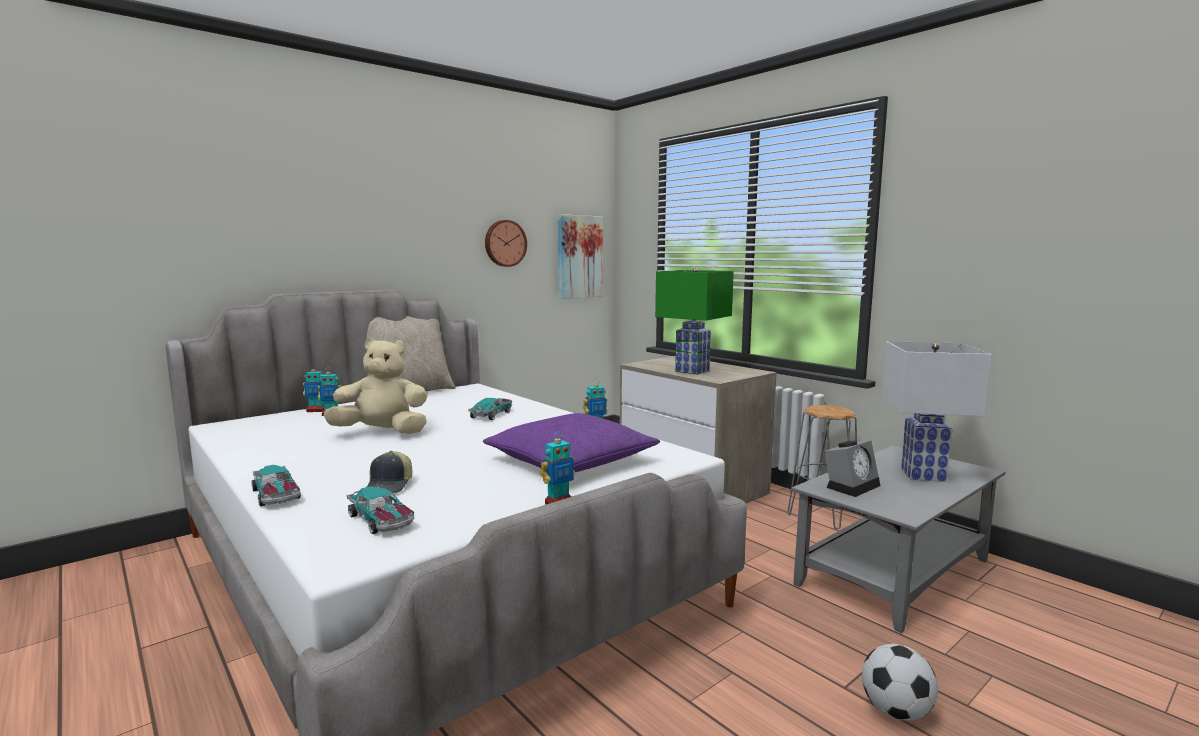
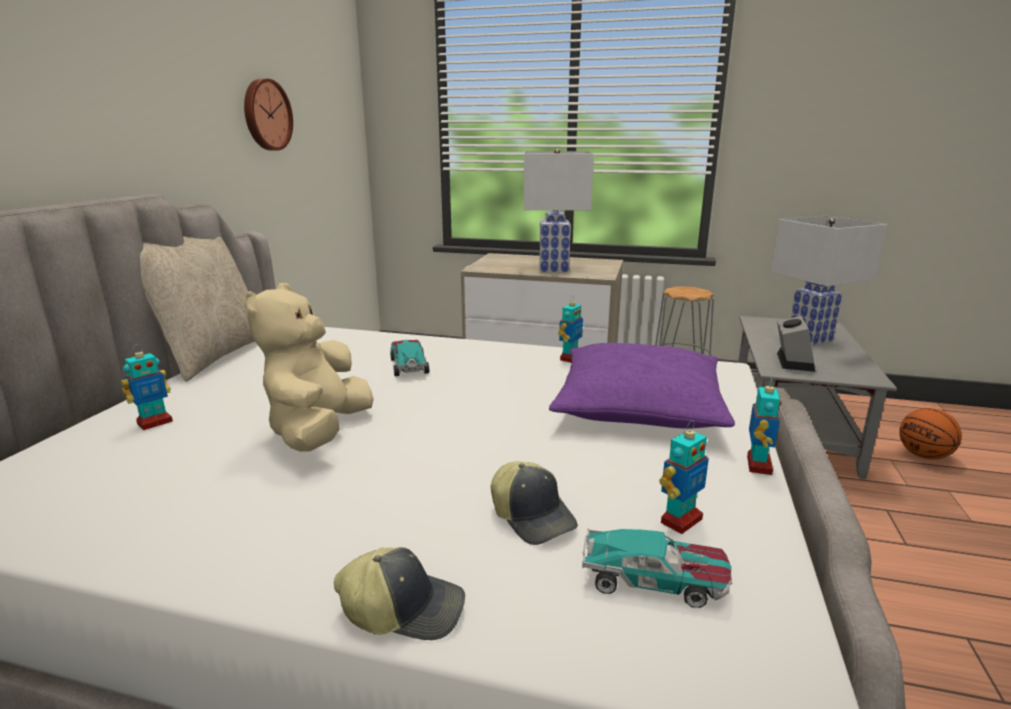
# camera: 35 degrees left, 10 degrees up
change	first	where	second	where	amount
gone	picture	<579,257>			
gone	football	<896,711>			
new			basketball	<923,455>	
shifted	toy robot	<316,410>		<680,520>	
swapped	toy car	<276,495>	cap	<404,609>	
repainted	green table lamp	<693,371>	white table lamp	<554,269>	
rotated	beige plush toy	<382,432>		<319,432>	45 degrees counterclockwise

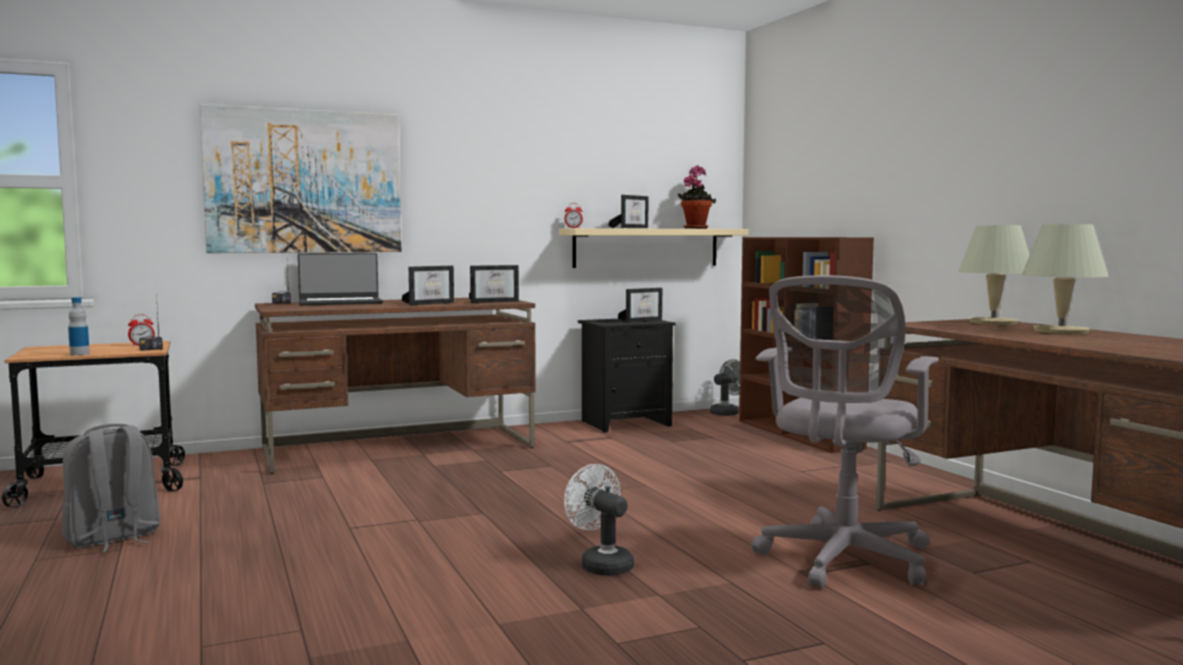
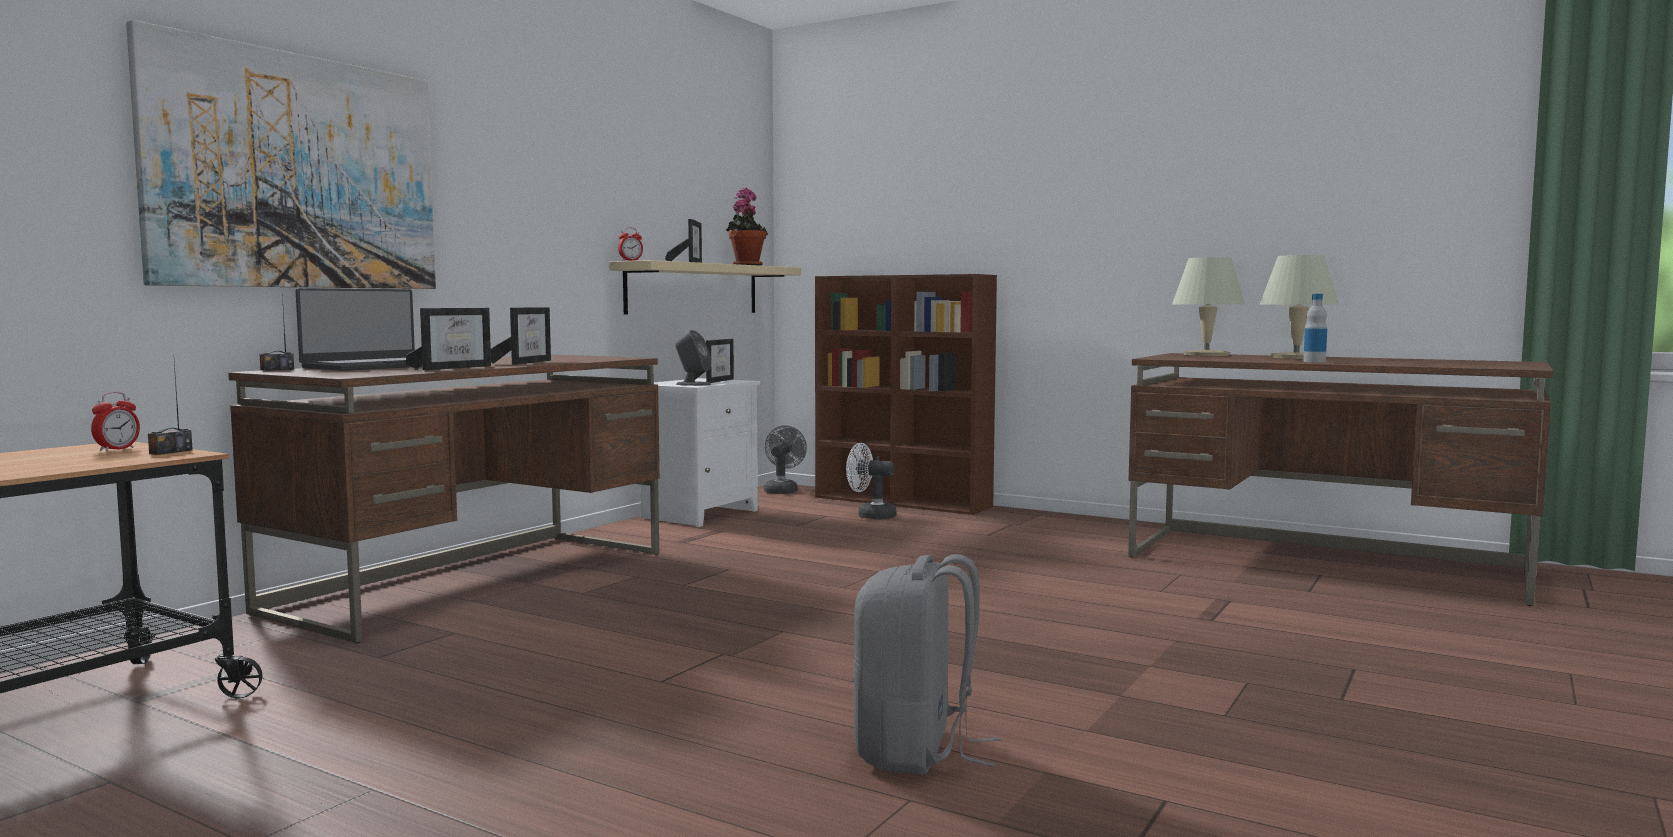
# camera: 35 degrees left, 0 degrees up
change	first	where	second	where	amount
gone	grey office chair	<842,561>			
new			grey speaker	<693,384>	
shifted	grey backpack	<112,539>		<917,752>	
shifted	bottle	<79,354>		<1314,361>	
shifted	picture frame	<494,302>		<453,368>	
shifted	white fan	<601,564>		<870,516>	
repainted	black nightstand	<626,423>	white nightstand	<699,514>	

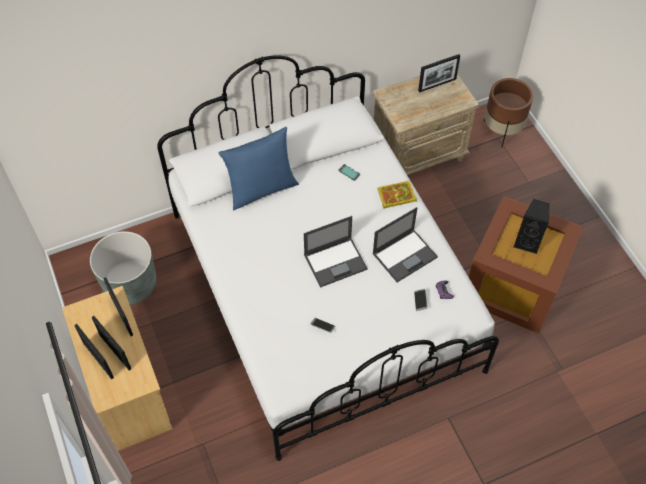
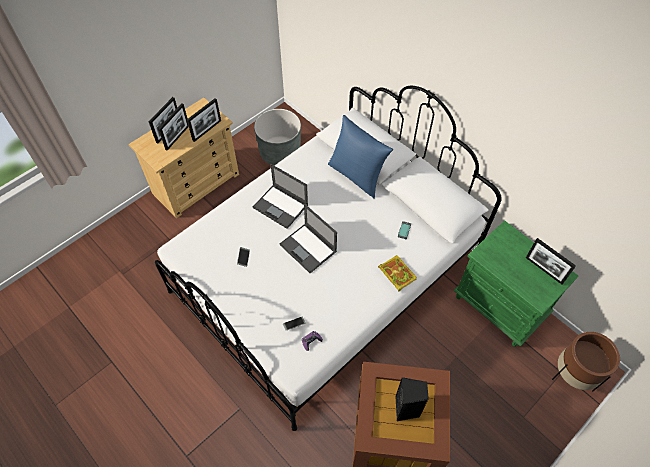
# camera: 70 degrees right, 0 degrees up
change	first	where	second	where	amount
shifted	laptop	<405,255>		<281,206>	
repainted	beige nightstand	<418,154>	green nightstand	<500,307>	

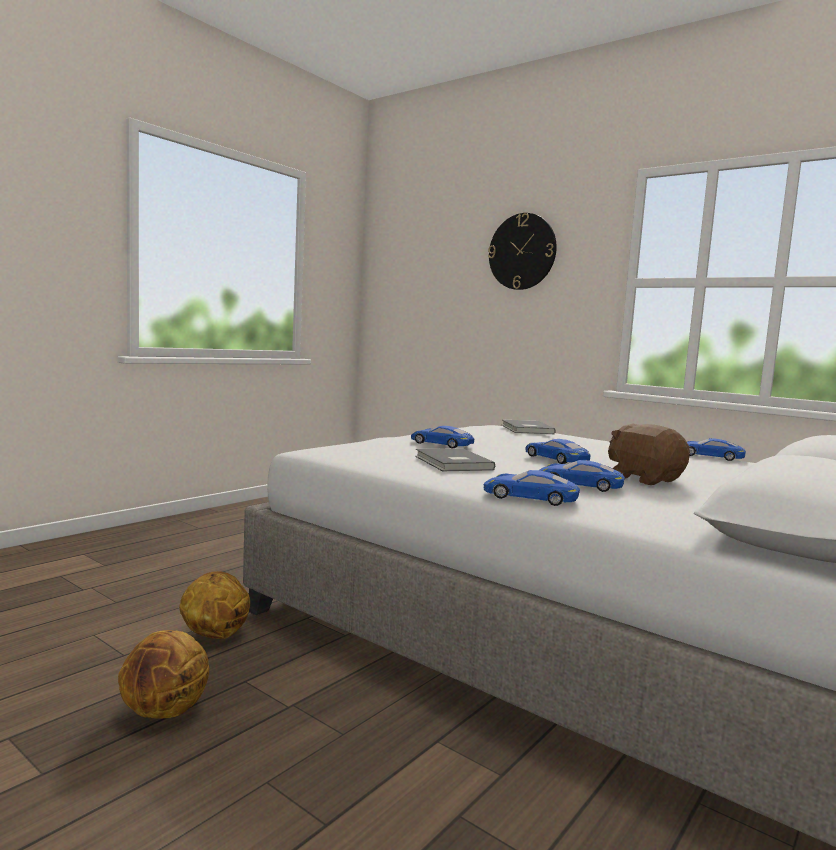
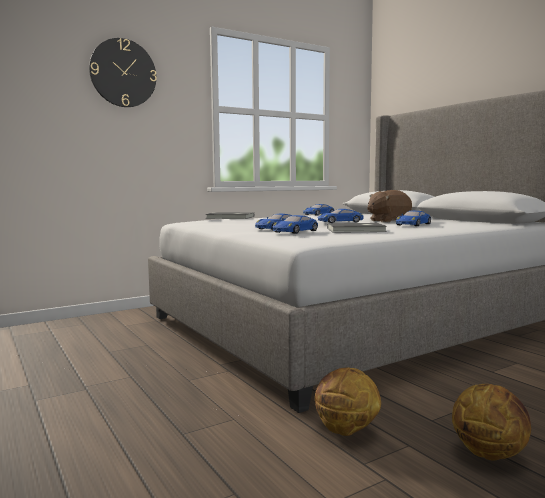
# camera: 70 degrees left, 0 degrees up
change	first	where	second	where	amount
shifted	blue toy car	<530,497>		<295,231>	

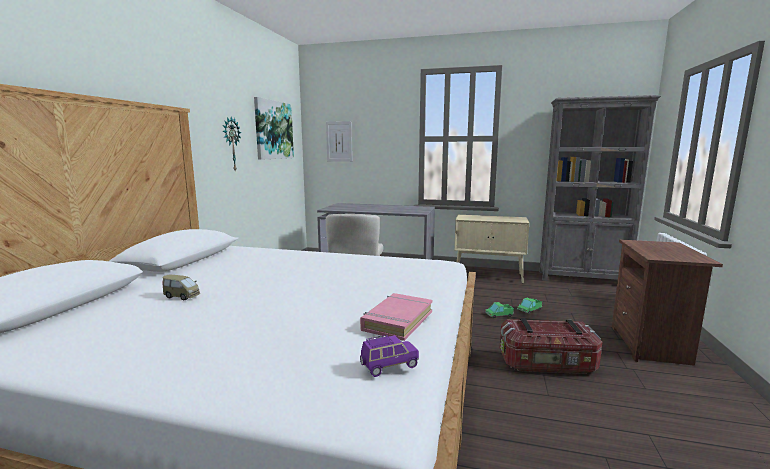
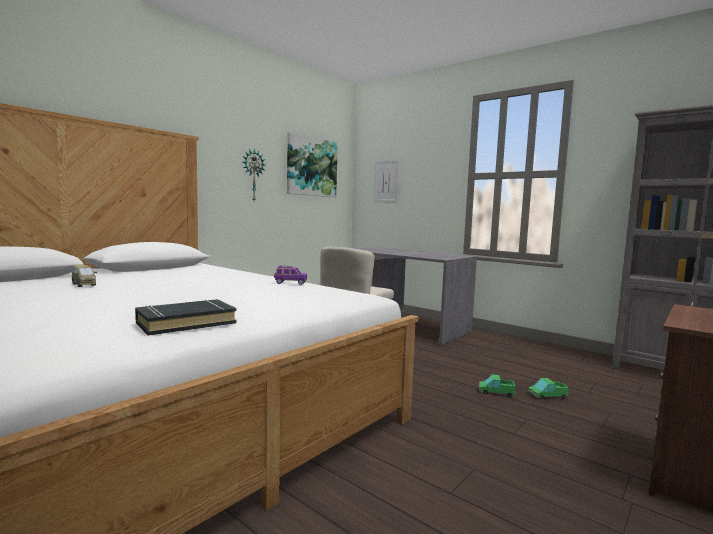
# camera: 25 degrees right, 5 degrees down
change	first	where	second	where	amount
gone	beige cabinet	<489,276>			
gone	storage box	<547,364>			
shifted	purple toy car	<388,366>		<290,283>	
repainted	pink book	<397,321>	black book	<186,323>	

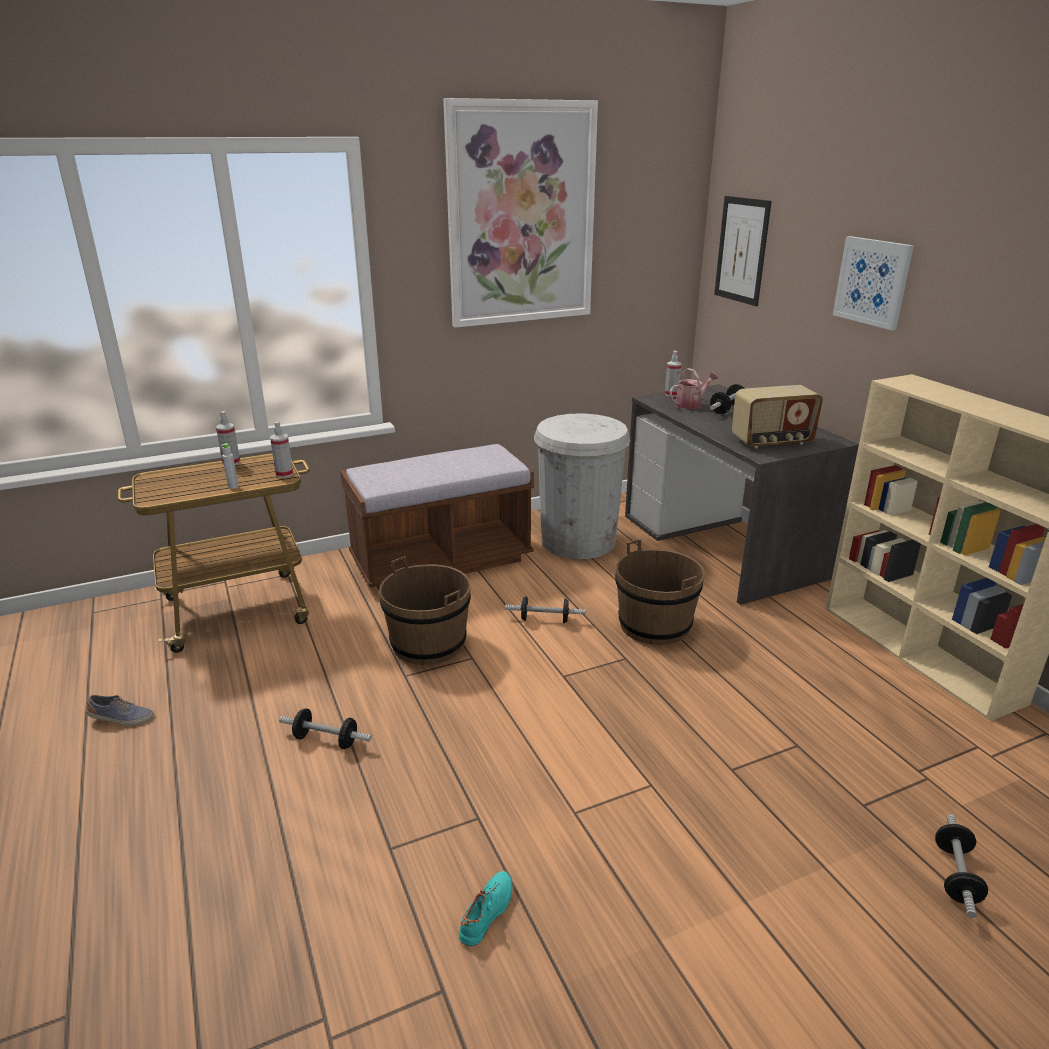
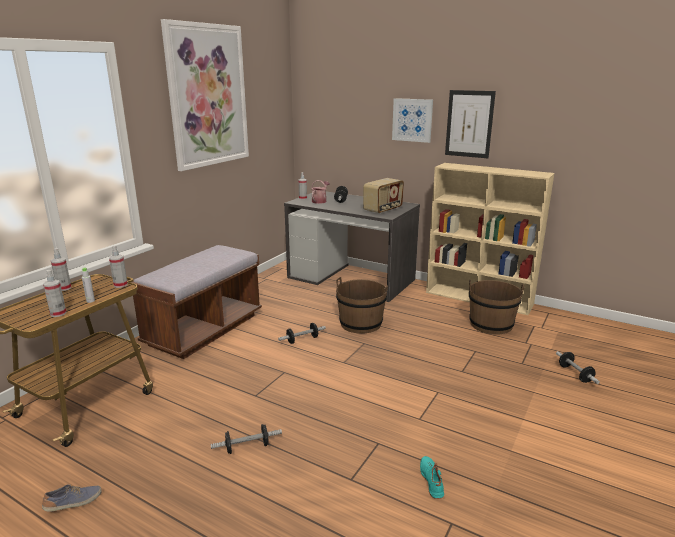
# camera: 35 degrees left, 5 degrees down
change	first	where	second	where	amount
gone	white trash can	<578,541>			
new			spray bottle	<58,313>	
shifted	brown bucket	<428,643>		<491,324>	
shifted	picture	<742,250>		<469,124>	

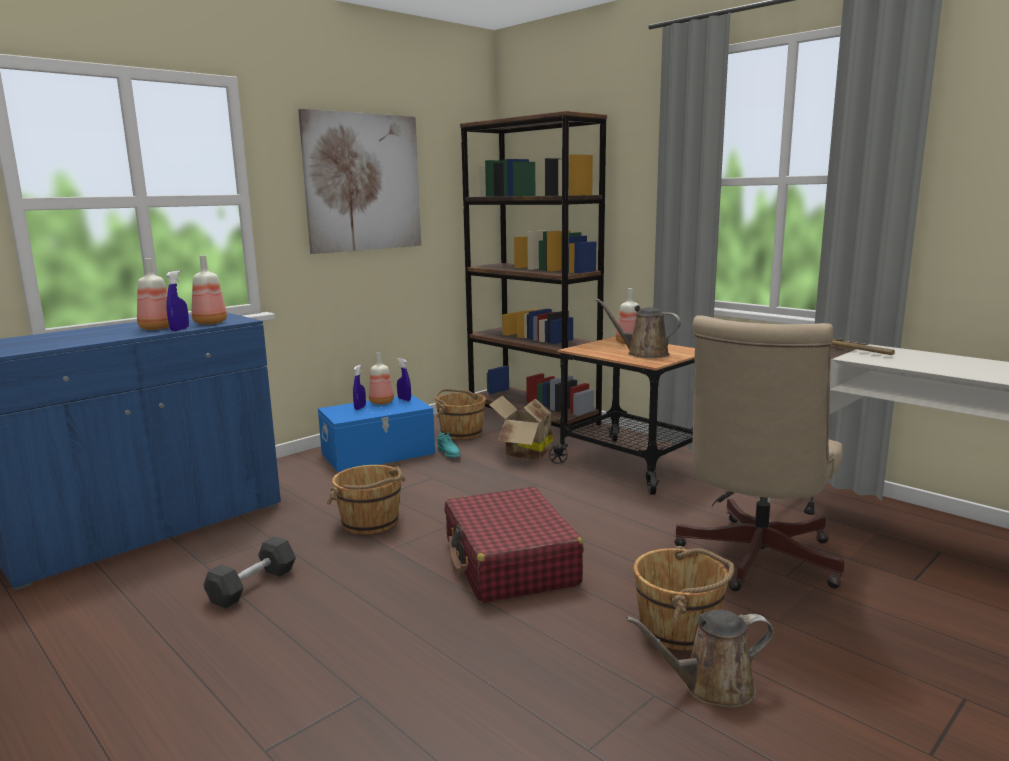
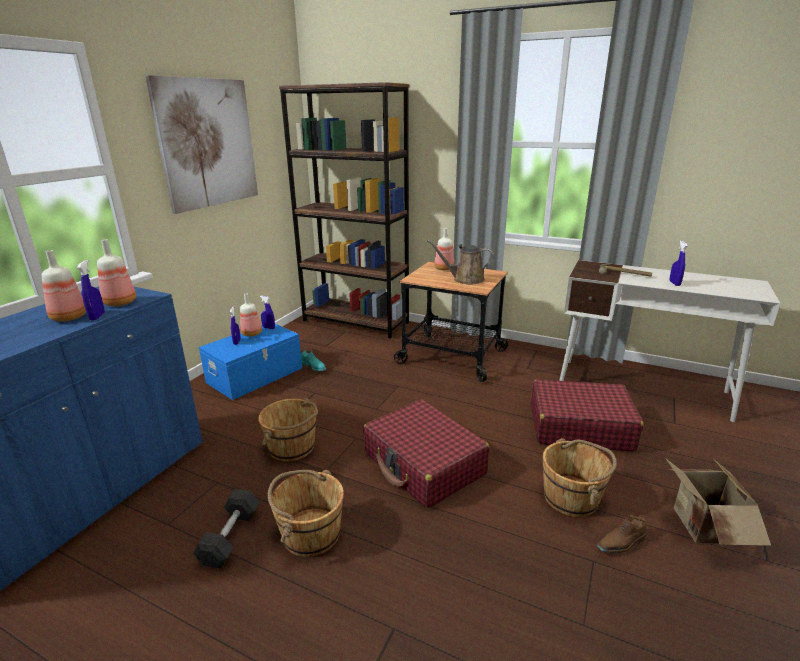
# camera: 20 degrees left, 10 degrees up
change	first	where	second	where	amount
new			blue spray bottle	<674,283>	
shifted	brown bucket	<461,433>		<310,533>	
shifted	cardboard box	<524,453>		<702,528>	
swapped	brown watering can	<711,687>	brown shoe	<621,543>	
swapped	beige office chair	<754,560>	red suitcase	<579,427>	

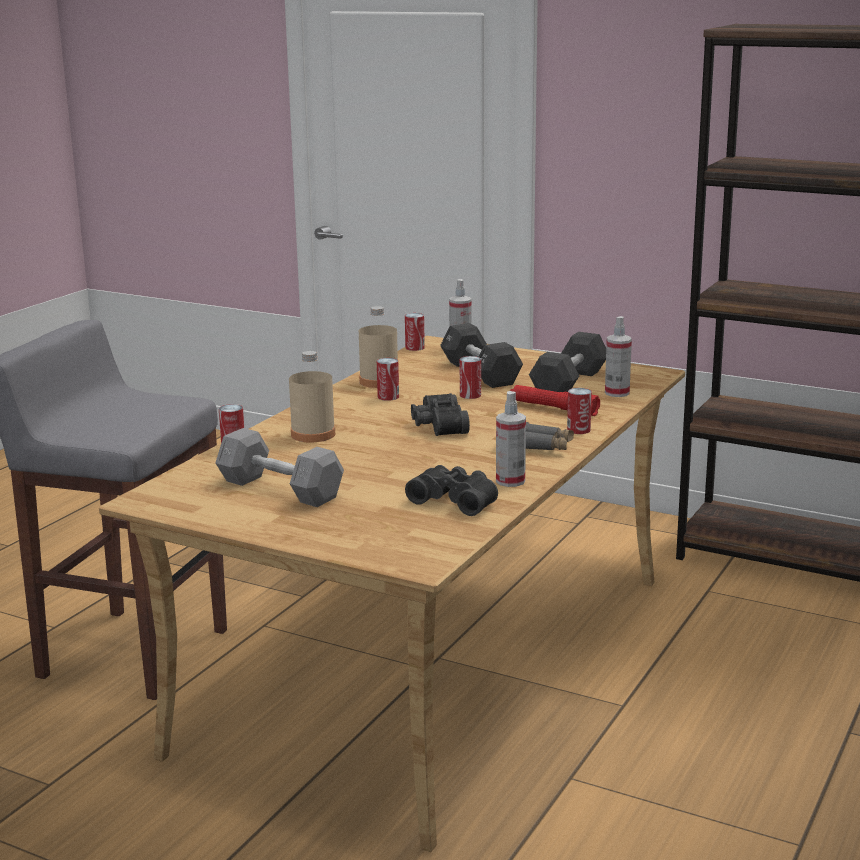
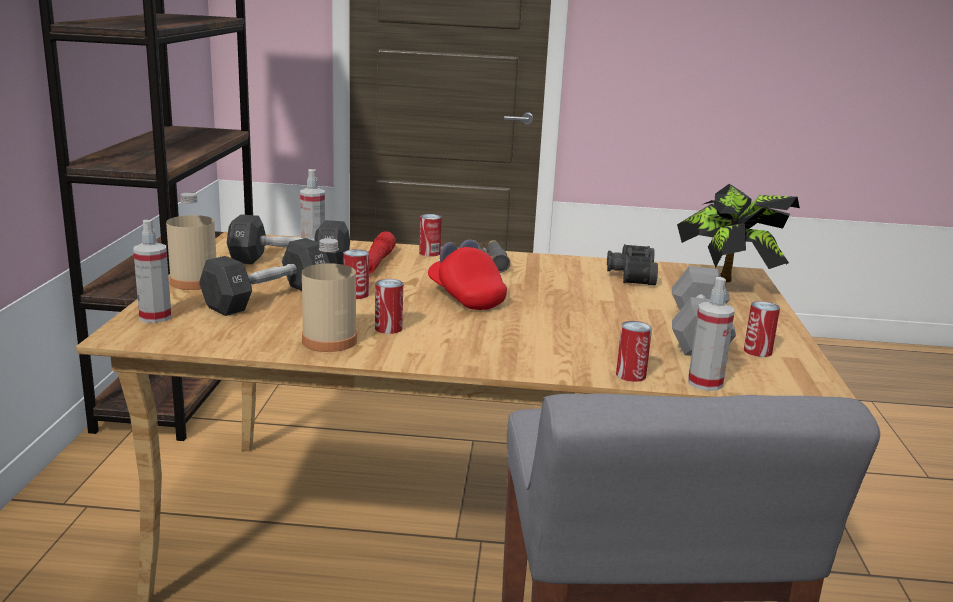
# camera: 115 degrees left, 0 degrees up
change	first	where	second	where	amount
new			potted plant	<728,285>	
shifted	beige bottle	<313,434>		<194,282>	
shifted	can	<415,348>		<757,351>	
shifted	spray bottle	<510,481>		<705,383>	
swapped	black binoculars	<437,426>	red cap	<466,297>	

